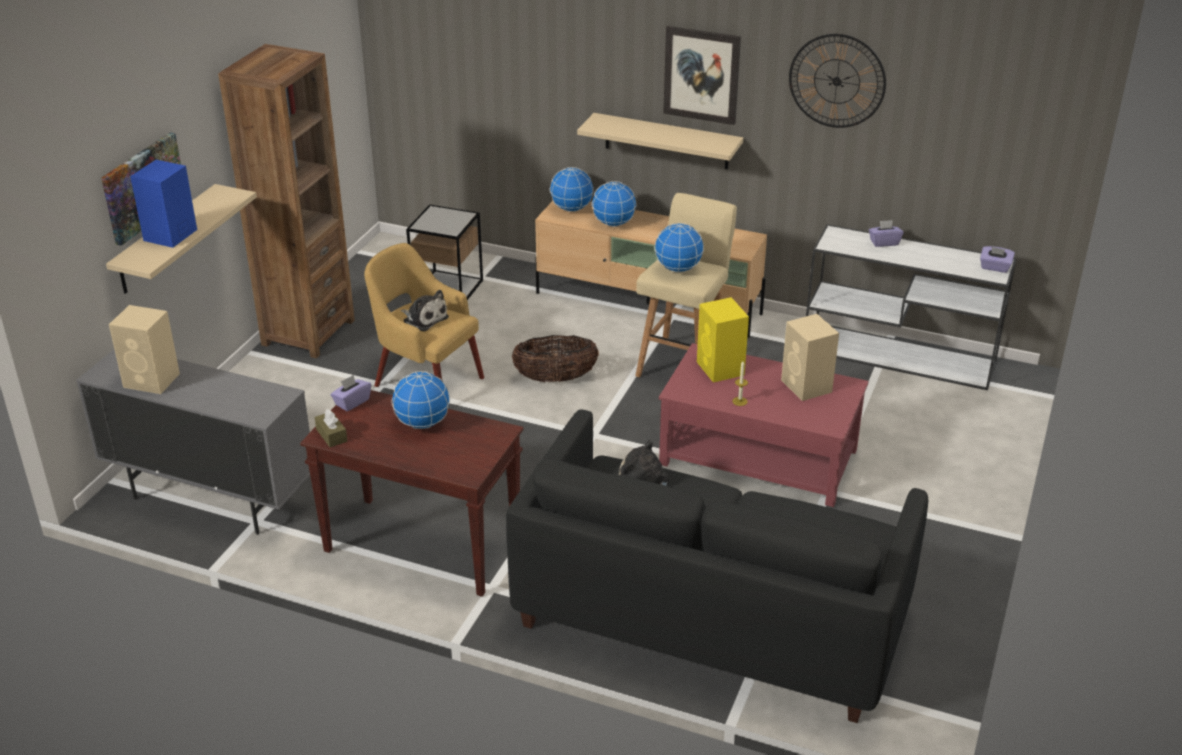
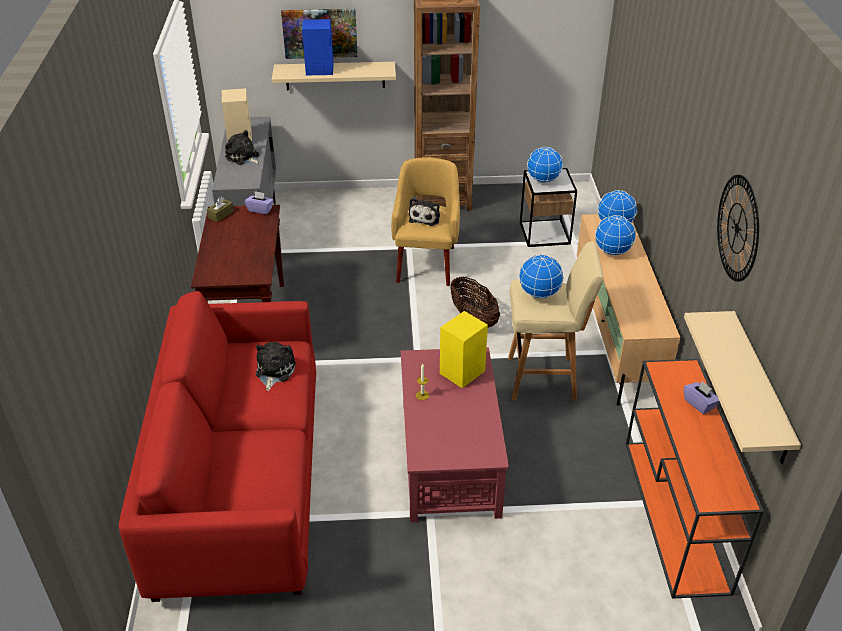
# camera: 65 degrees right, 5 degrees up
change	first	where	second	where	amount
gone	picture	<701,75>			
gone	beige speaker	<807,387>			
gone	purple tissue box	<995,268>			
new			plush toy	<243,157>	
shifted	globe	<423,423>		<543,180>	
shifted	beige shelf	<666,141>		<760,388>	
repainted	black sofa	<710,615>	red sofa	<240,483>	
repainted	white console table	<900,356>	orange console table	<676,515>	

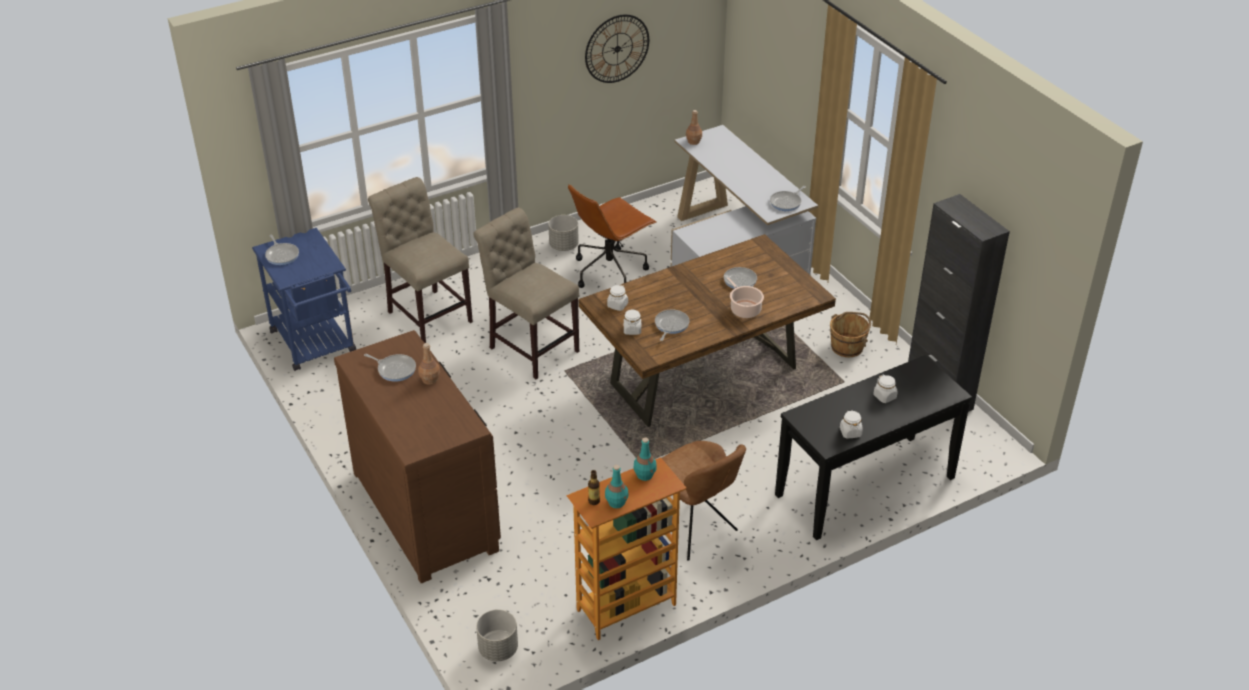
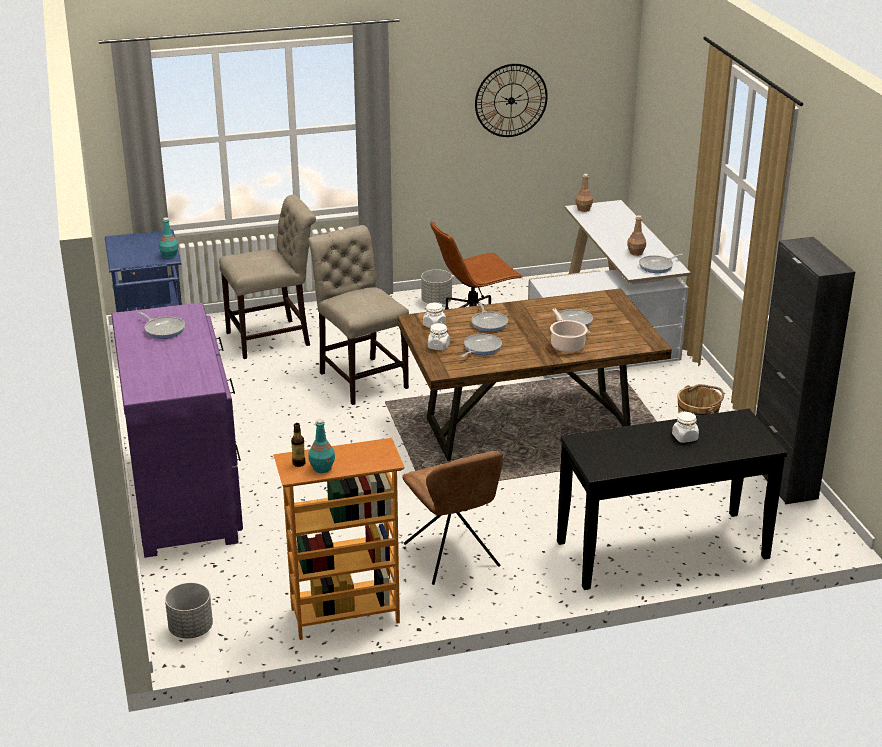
# camera: 15 degrees right, 10 degrees down
change	first	where	second	where	amount
gone	white jar	<850,432>			
shifted	frying pan	<282,255>		<489,323>	
shifted	brown bottle	<430,379>		<636,253>	
shifted	turquoise bottle	<645,475>		<169,255>	
repainted	brown dresser	<427,509>	purple dresser	<186,496>	
rotated	beige chair	<427,314>		<273,338>	90 degrees clockwise

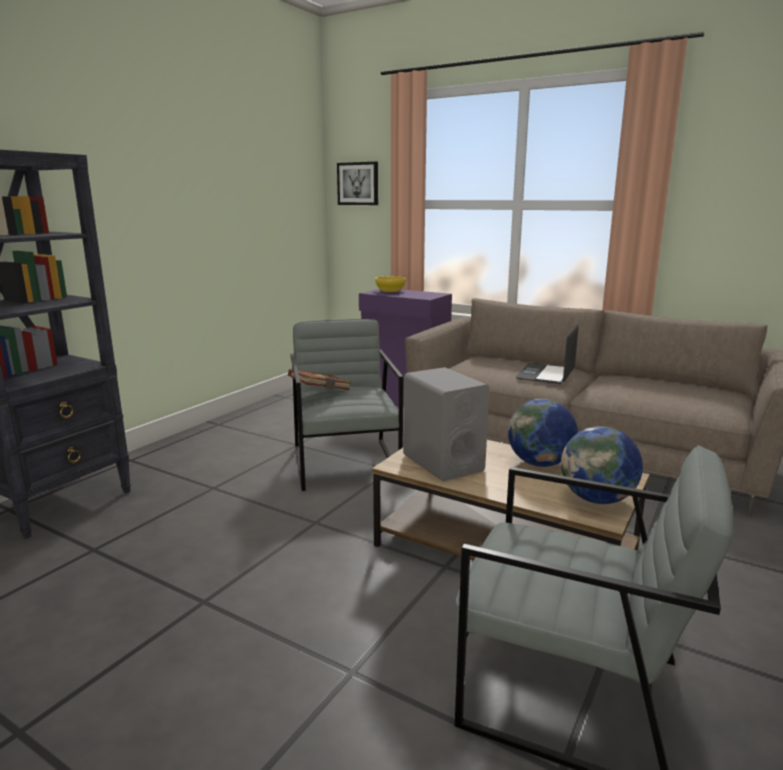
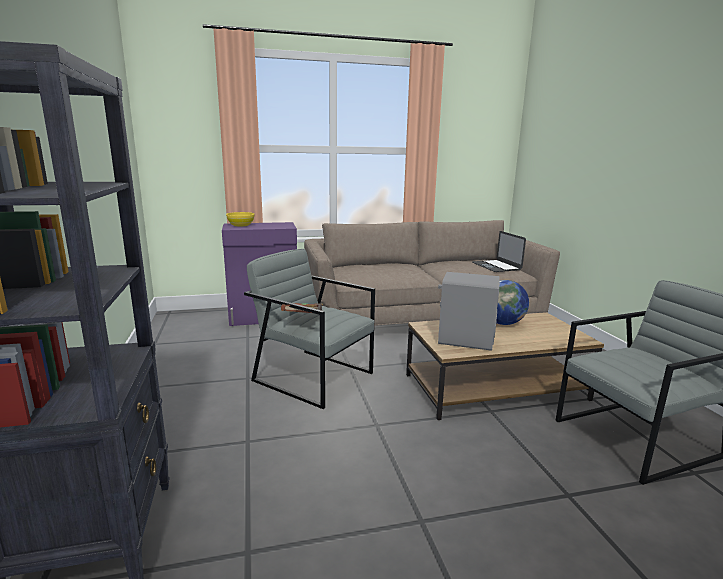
# camera: 45 degrees left, 0 degrees up
change	first	where	second	where	amount
gone	picture	<358,183>			
gone	globe	<597,499>			
shifted	laptop	<546,374>		<496,266>	

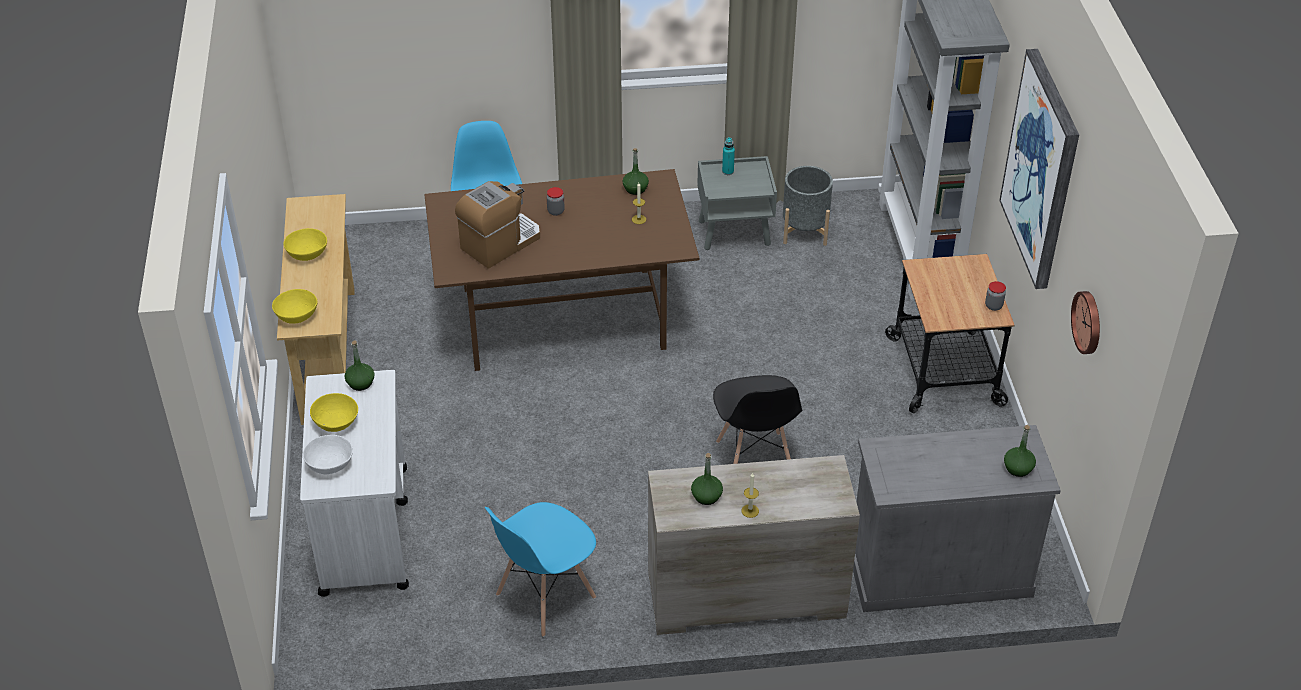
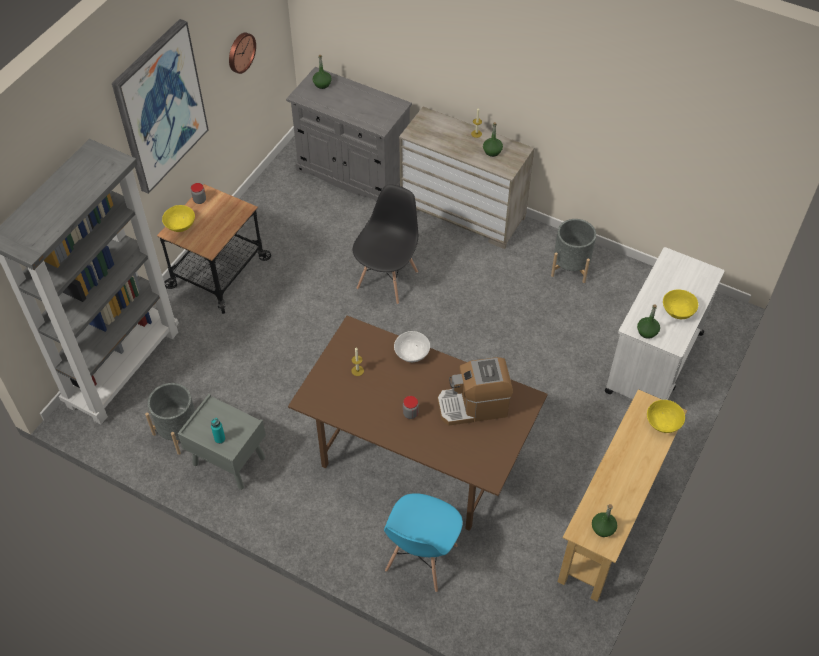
# camera: 145 degrees left, 10 degrees up
change	first	where	second	where	amount
shifted	yellow bowl	<307,253>		<180,225>	
shifted	white bowl	<329,464>		<412,353>	
shifted	green bottle	<635,189>		<603,528>	
swapped	blue chair	<545,597>	grey planter	<570,267>	

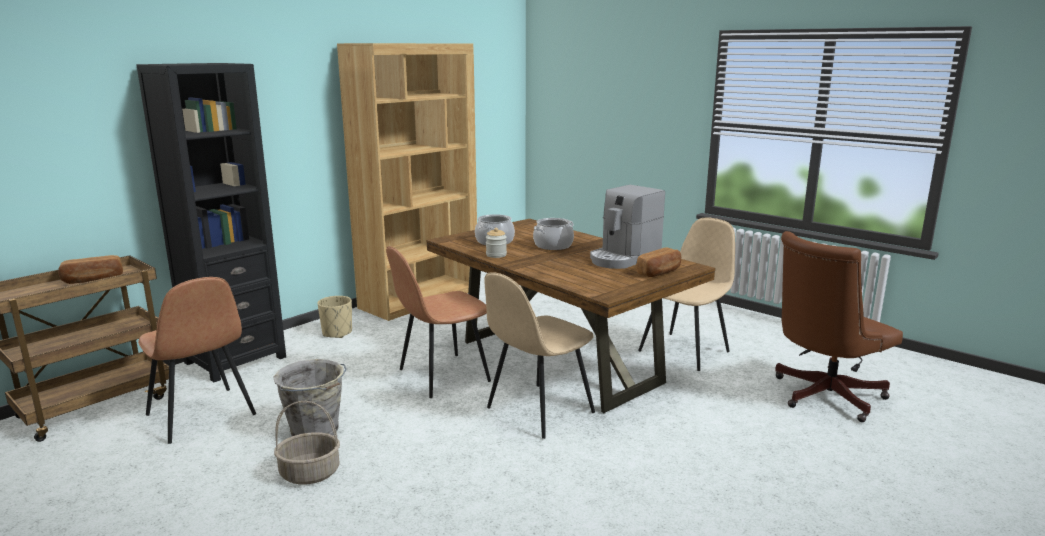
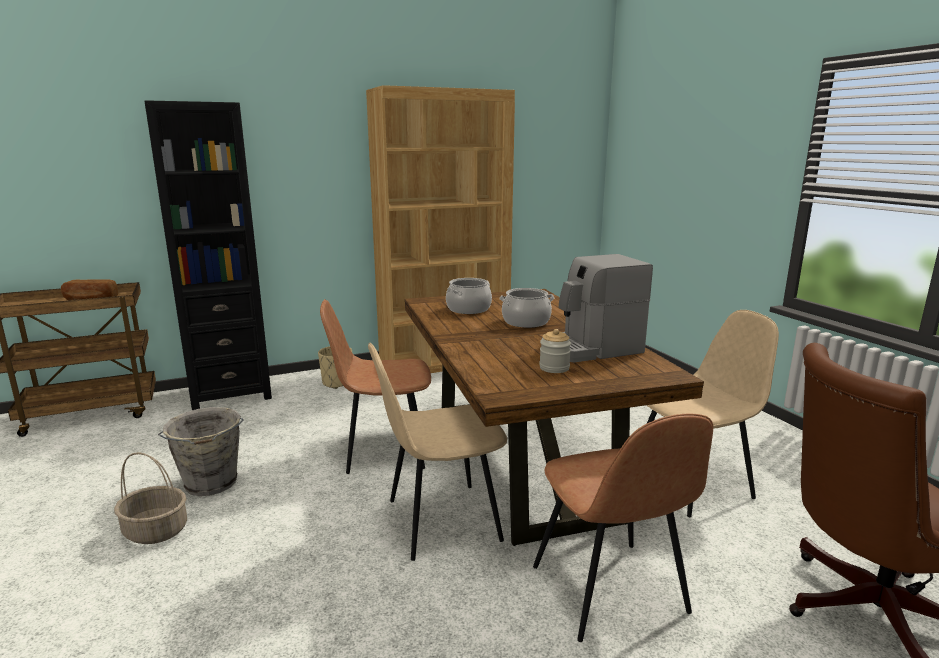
# camera: 25 degrees right, 0 degrees up
change	first	where	second	where	amount
gone	bread	<659,272>			
shifted	brown chair	<202,416>		<610,592>	
shifted	jar	<496,255>		<554,368>	

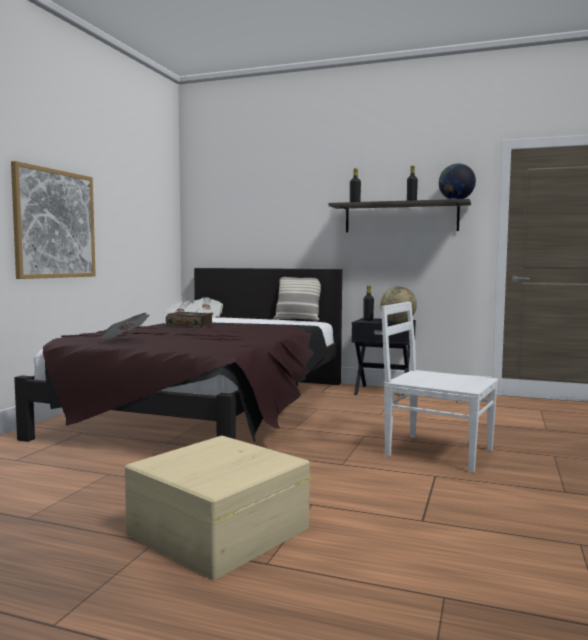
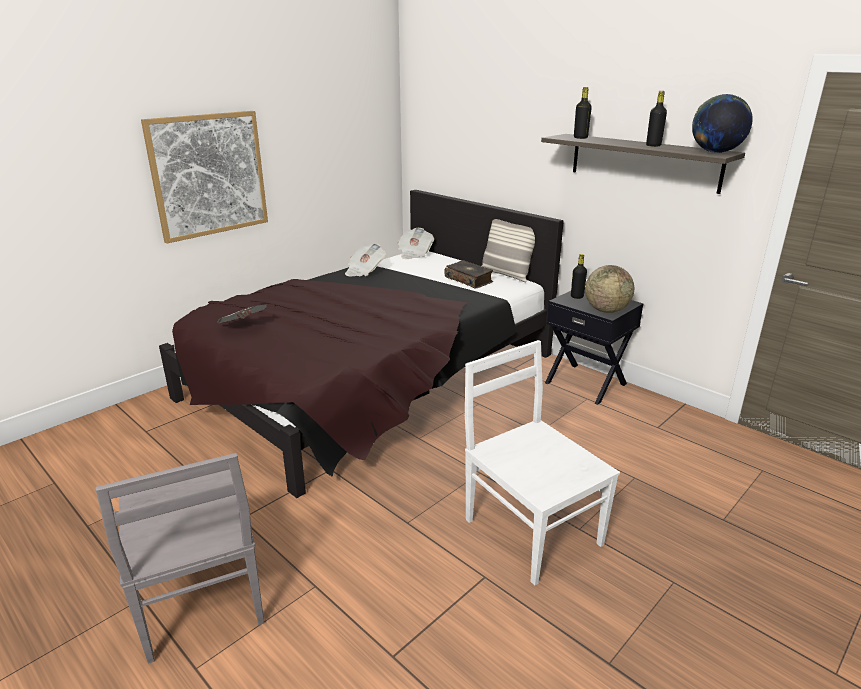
# camera: 25 degrees right, 20 degrees up
change	first	where	second	where	amount
shifted	book	<190,325>		<469,280>	
swapped	beige storage box	<217,531>	grey chair	<200,600>	

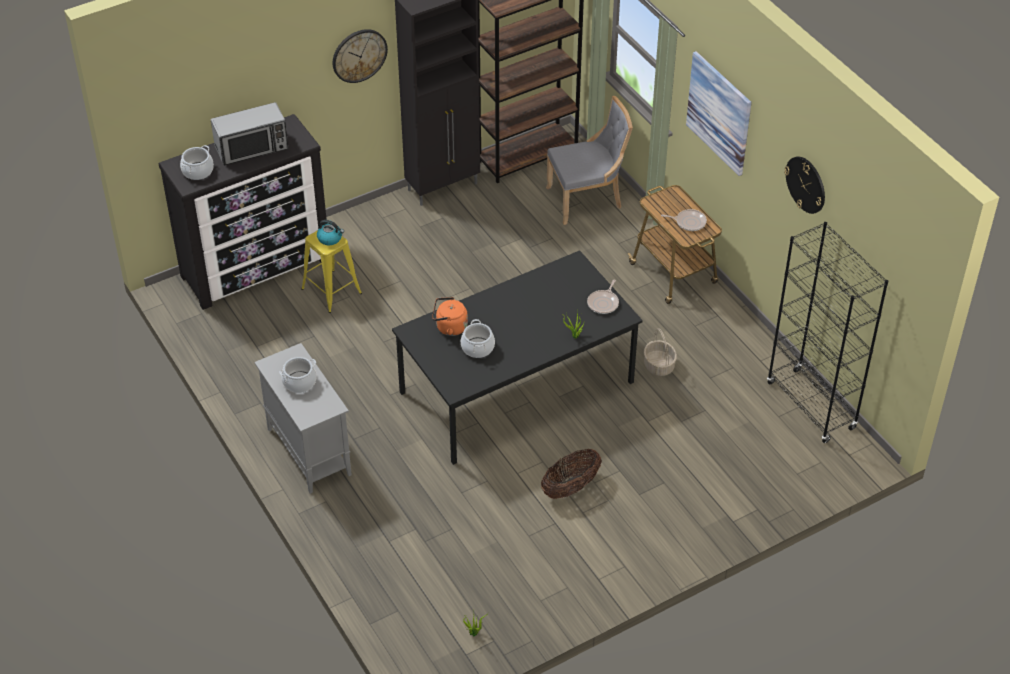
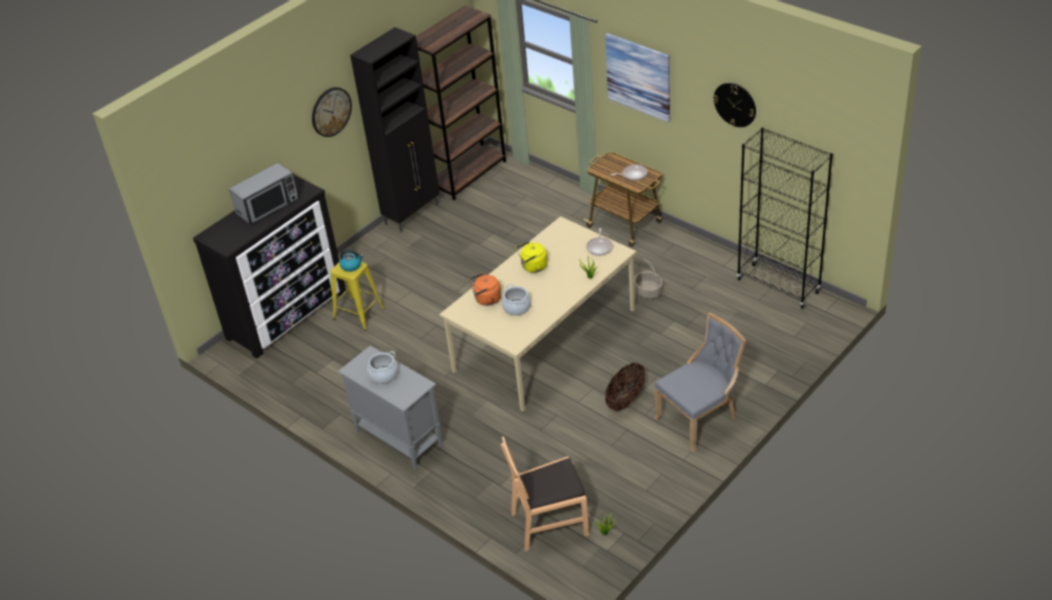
# camera: 15 degrees left, 5 degrees down
change	first	where	second	where	amount
gone	cooking pot	<197,171>			
new			brown chair	<549,522>	
new			yellow kettle	<533,267>	
shifted	grey chair	<587,199>		<700,418>	
repainted	black dining table	<516,386>	beige dining table	<544,339>	

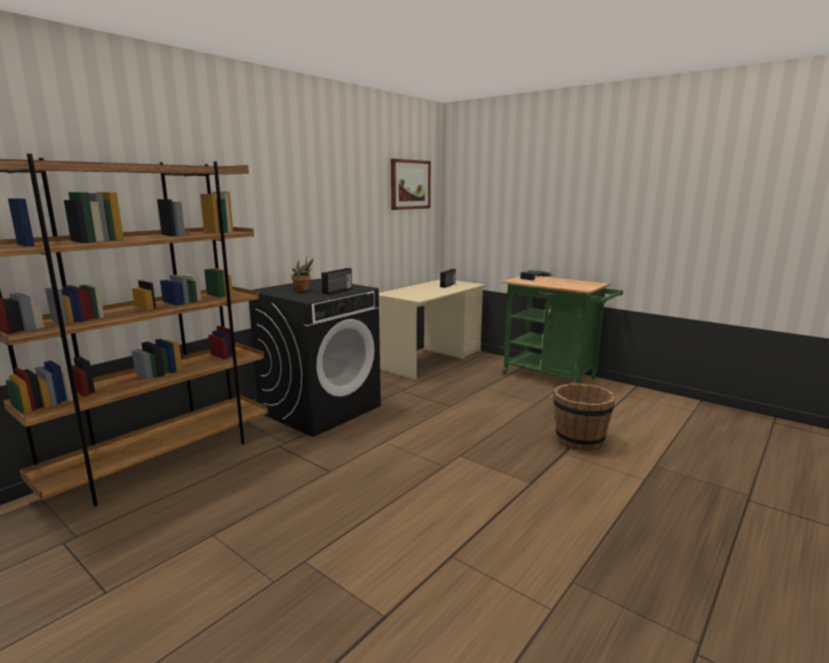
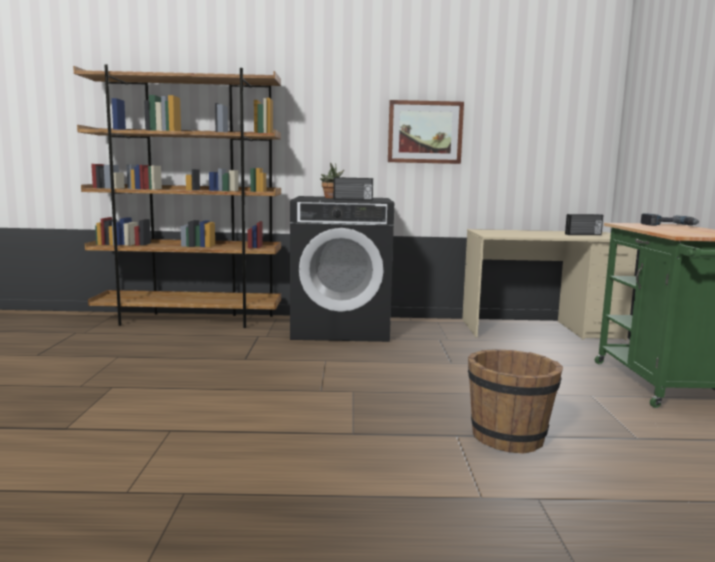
# camera: 50 degrees right, 5 degrees down
change	first	where	second	where	amount
shifted	picture	<410,184>		<425,132>	

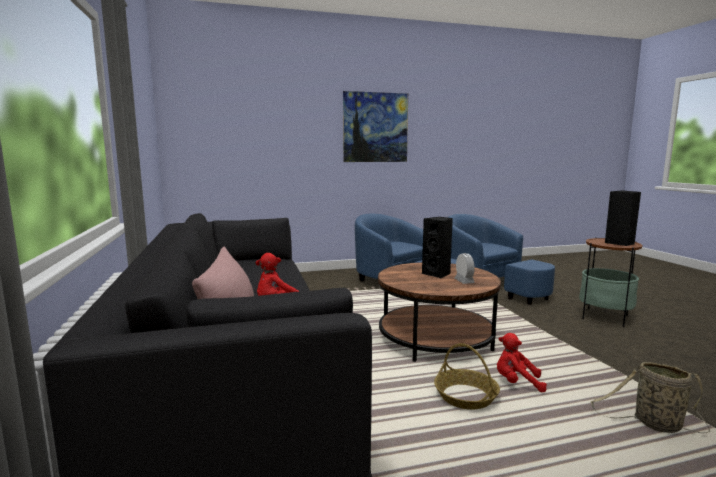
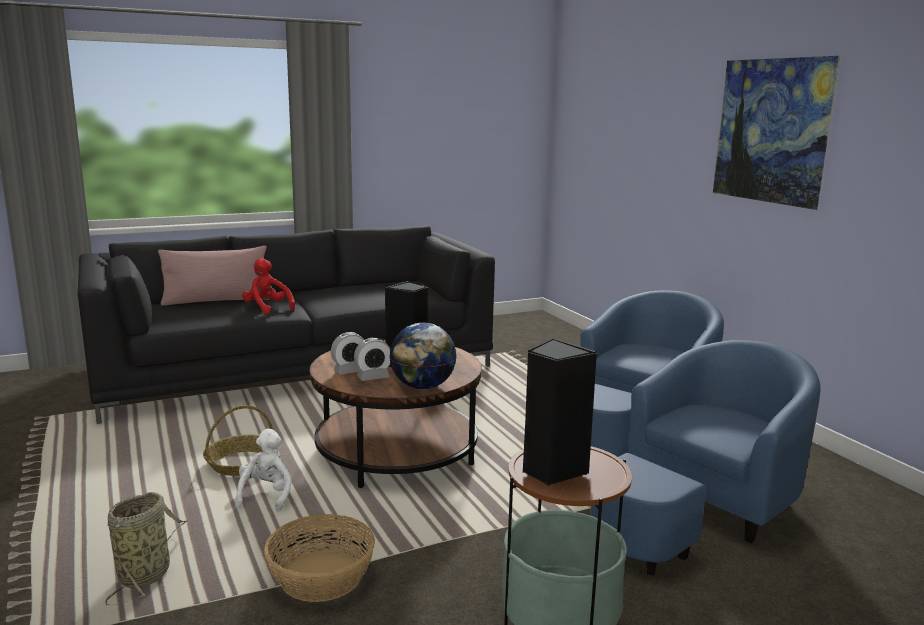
# camera: 80 degrees right, 5 degrees up
change	first	where	second	where	amount
new			basket	<321,577>	
new			alarm clock	<349,371>	
new			globe	<422,387>	
repainted	red plush toy	<516,383>	white plush toy	<266,495>	

